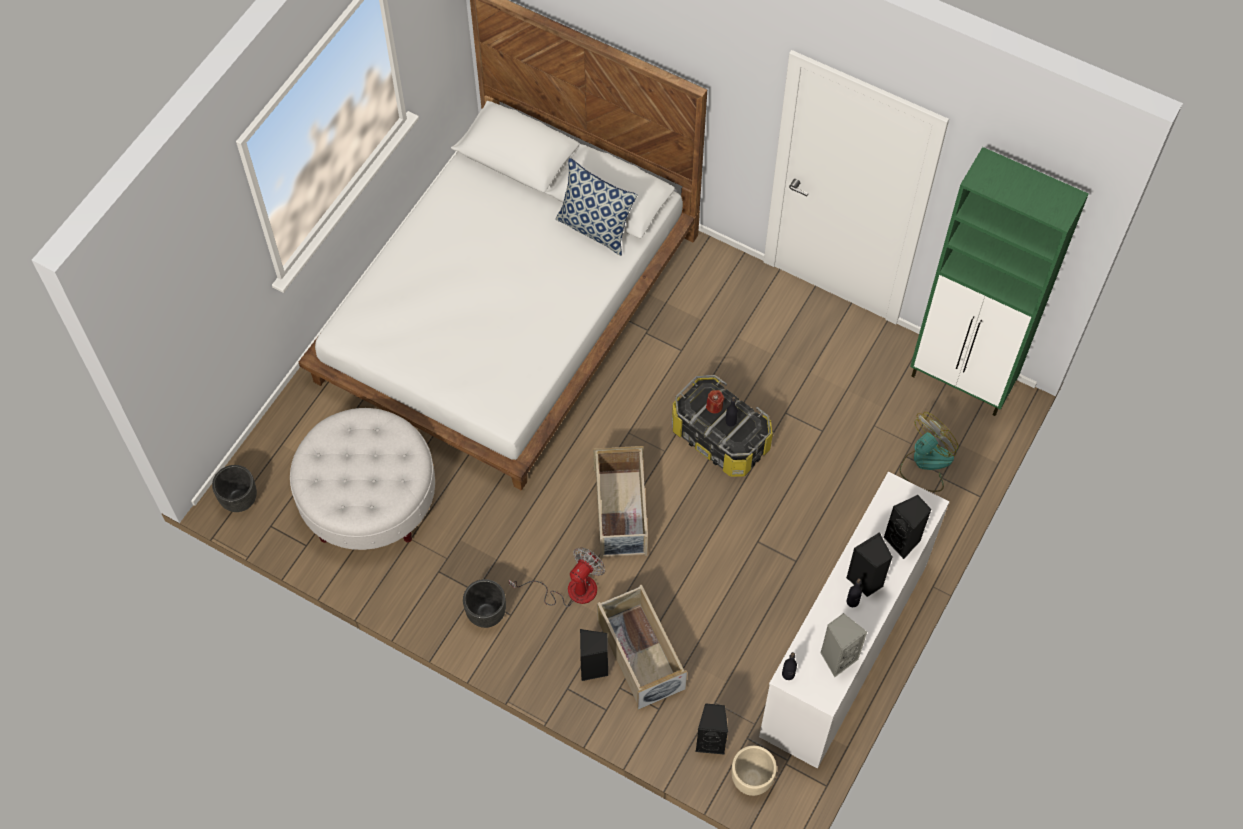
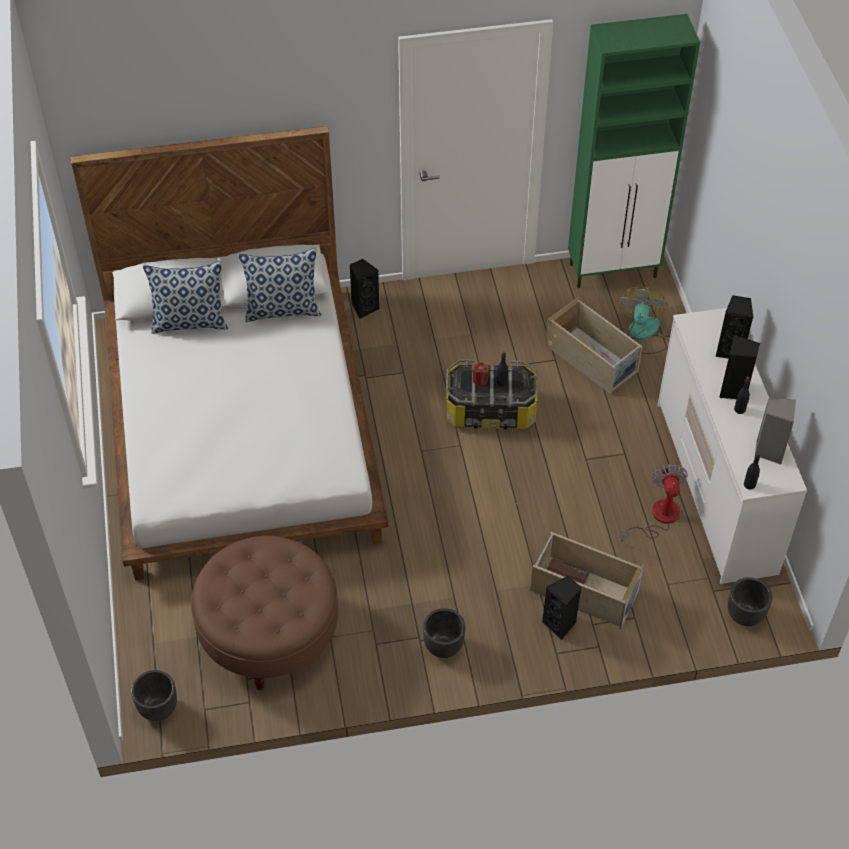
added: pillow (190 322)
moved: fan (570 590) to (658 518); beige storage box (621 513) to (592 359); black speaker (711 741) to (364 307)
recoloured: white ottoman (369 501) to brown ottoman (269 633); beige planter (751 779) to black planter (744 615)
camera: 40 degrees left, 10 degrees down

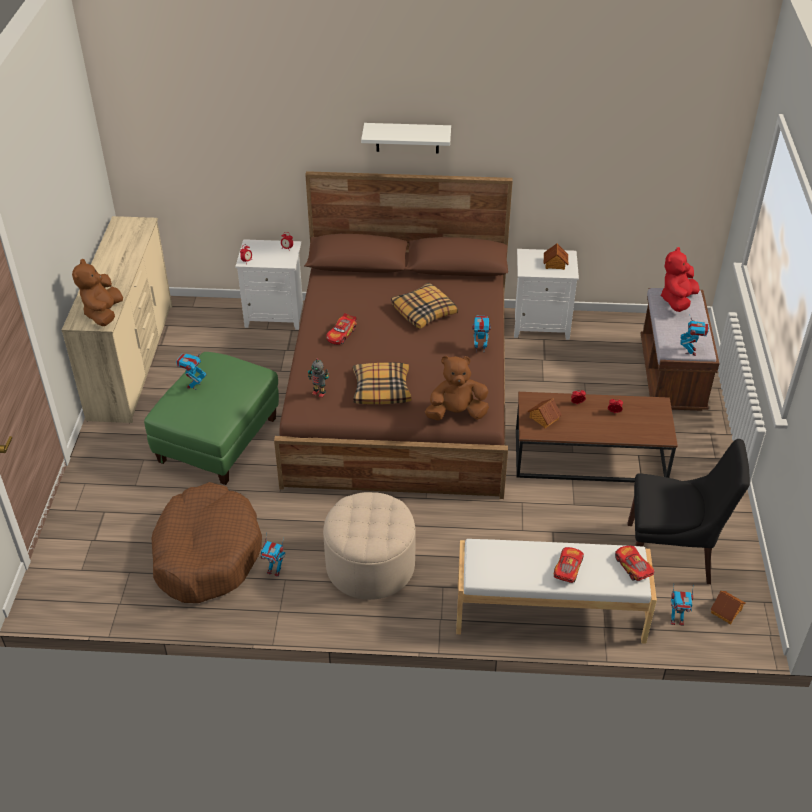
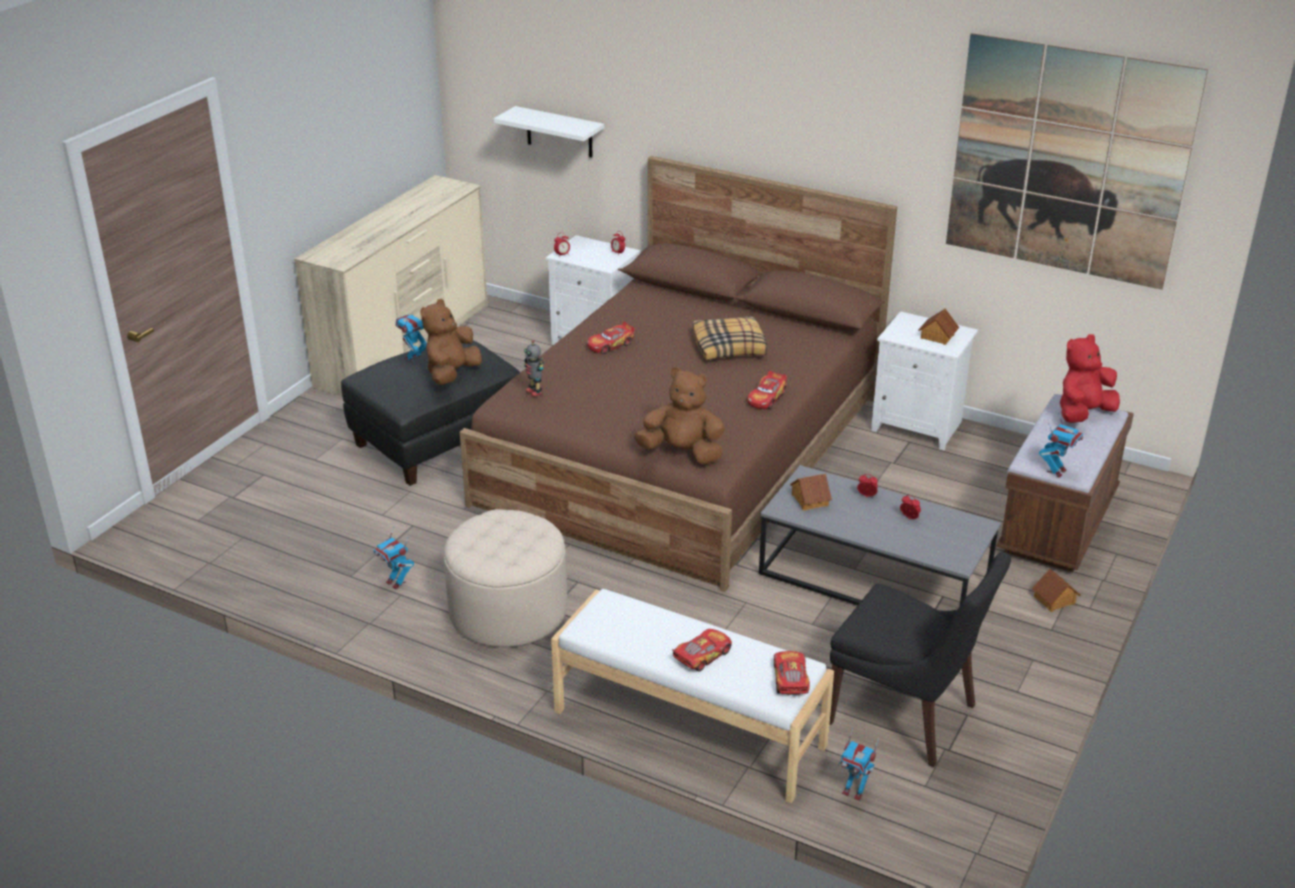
removed: brown dog bed (206 553); pillow (381 389)
added: picture (1068 161)
moved: brown plush toy (103 314) to (452 374); white shelf (407 138) to (559 132); toy house (726 611) to (1054 600)
replaced: toy robot (480 349) to toy car (767 398)
recoloured: green ottoman (218 439) to black ottoman (437 441); brown coffee table (589 457) to grey coffee table (873 580)
camera: 25 degrees right, 10 degrees down

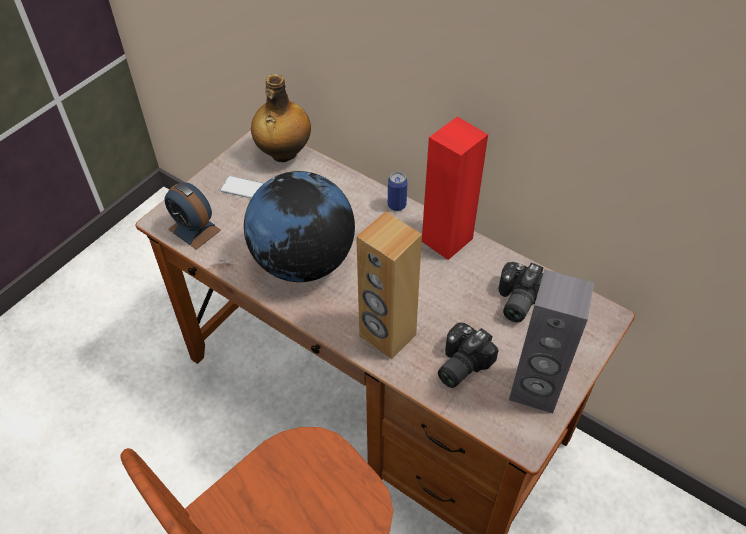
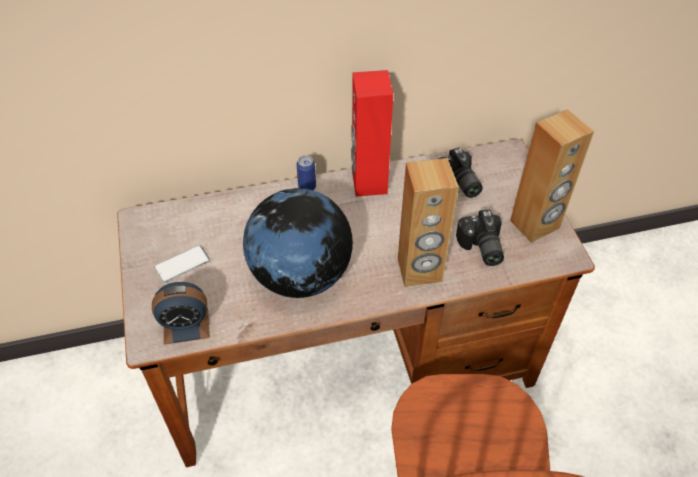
removed: bottle (283 154)
recoloured: grey speaker (534 390) to brown speaker (535 225)
camera: 50 degrees left, 0 degrees up

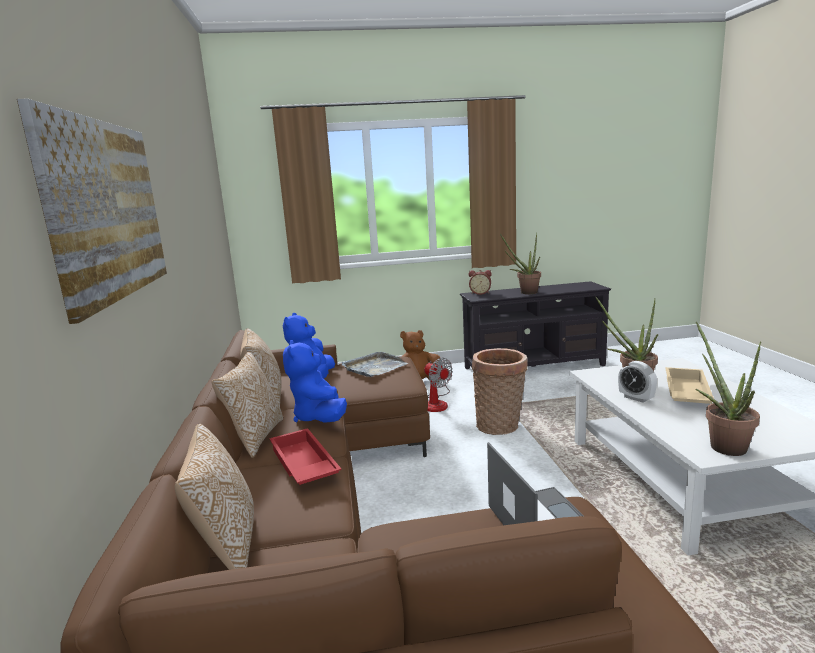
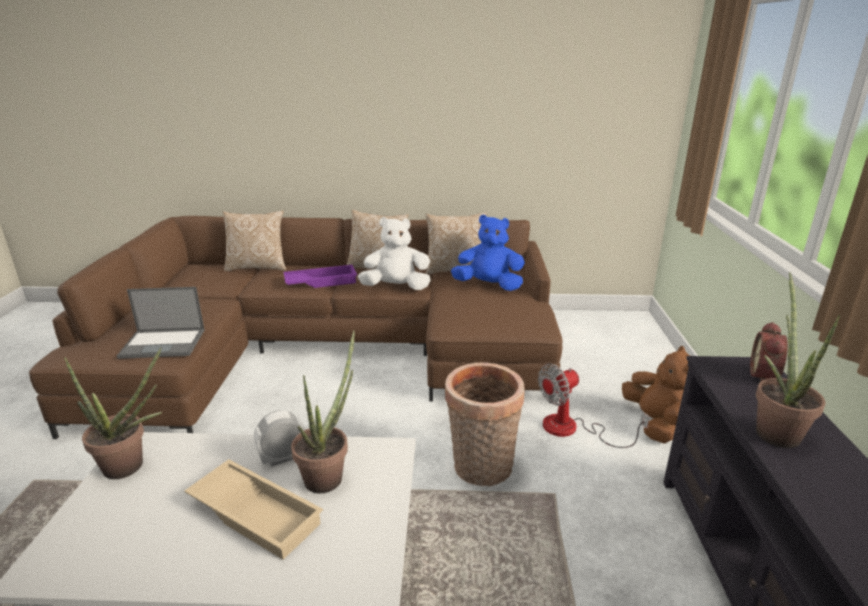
removed: picture (108 210); grey tray (374 367)
recoloured: red tray (302 465) to purple tray (321 281); blue plush toy (319 417) to white plush toy (396 287)
camera: 100 degrees right, 10 degrees up

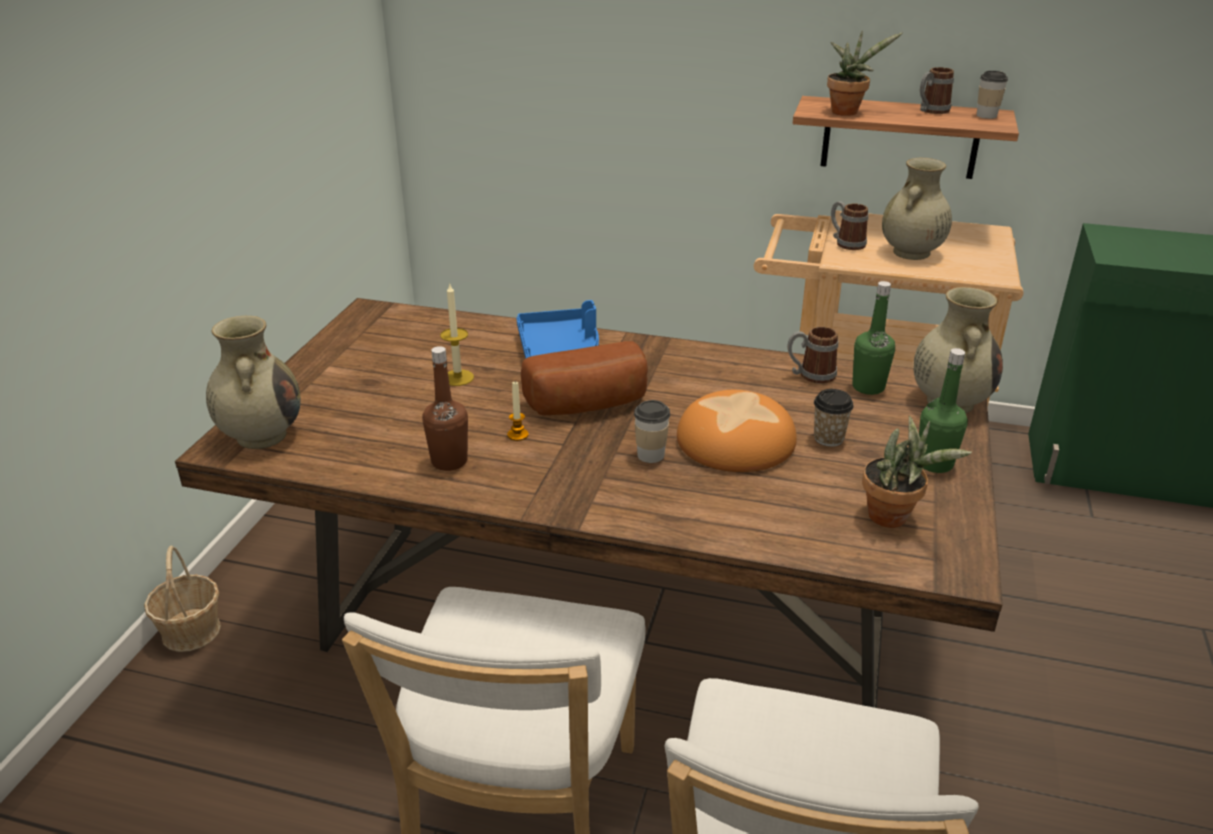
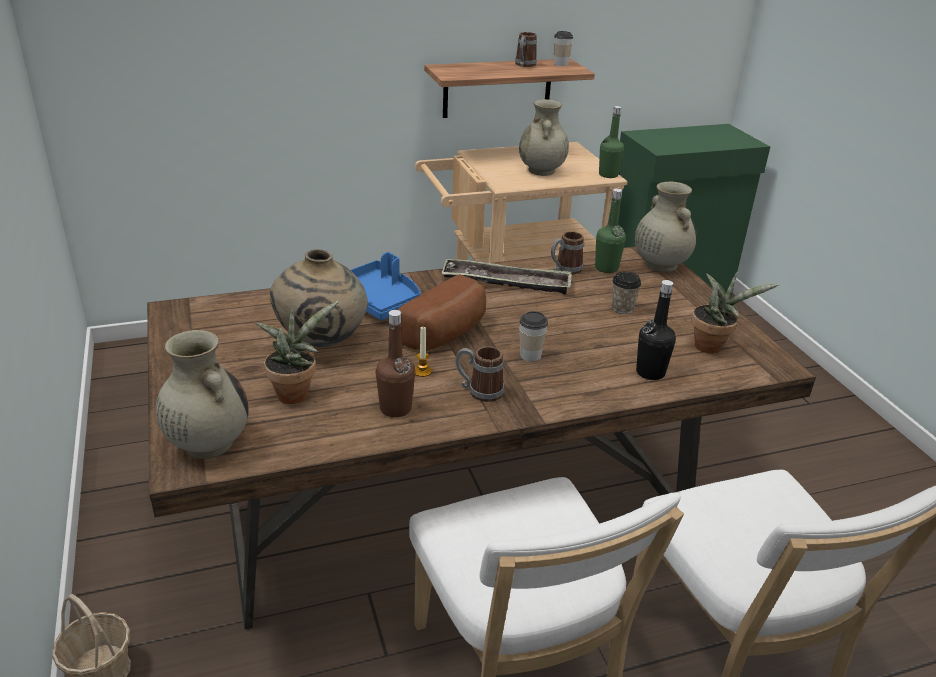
removed: bread (736 441)
added: tray (506 282); black bottle (650 372)
moved: potted plant (847 111) to (295 392); mug (846 243) to (479 391); green bottle (934 463) to (608 175)
replaced: candle (458 378) to beige vase (322 343)
camera: 35 degrees left, 0 degrees up

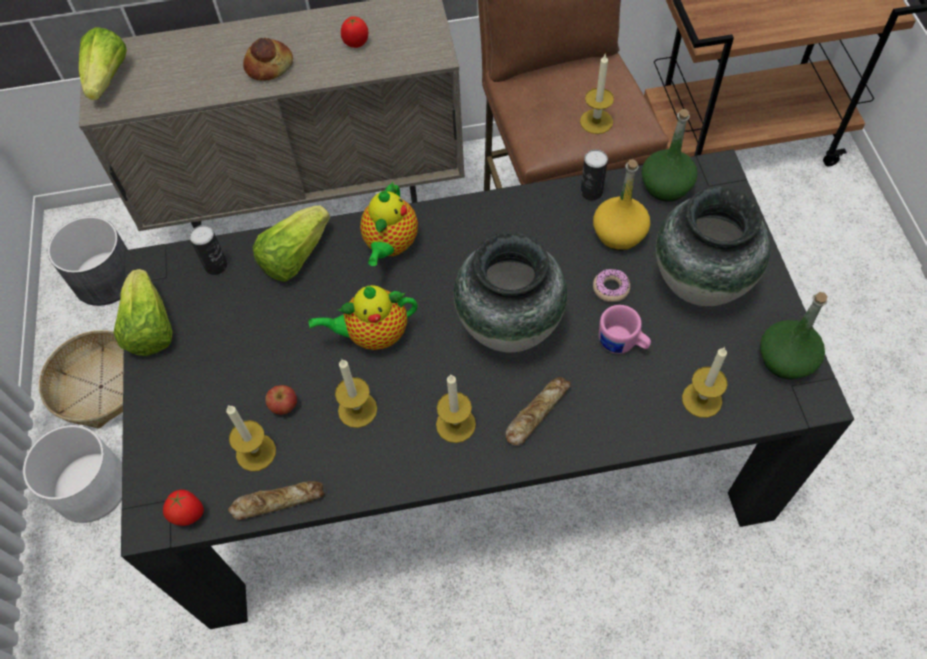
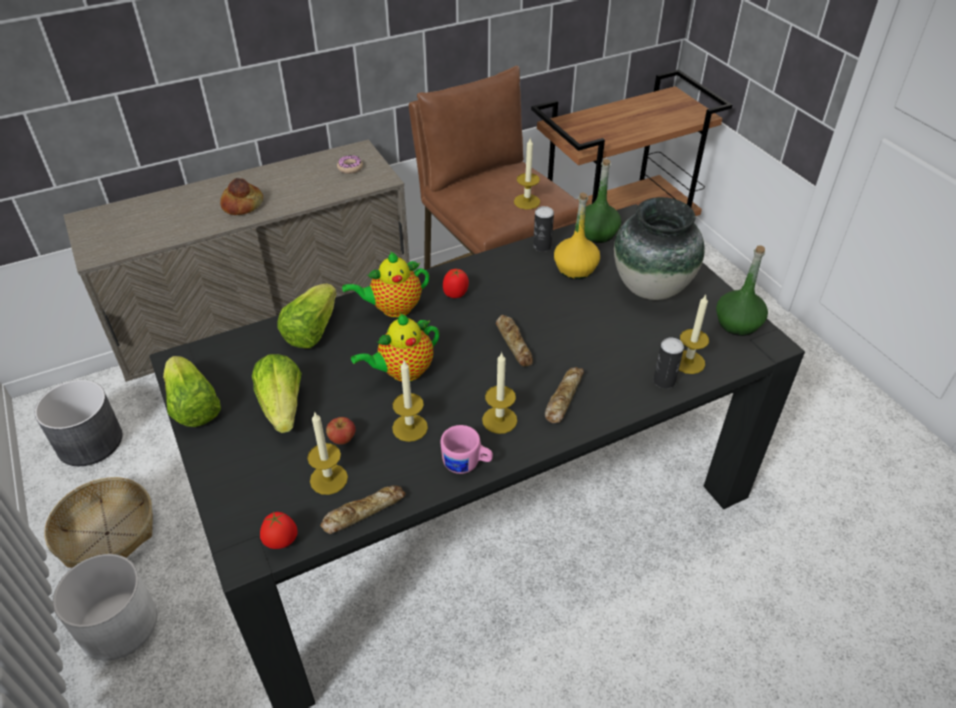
moved: lettuce (108 78) to (282 407); can (216 266) to (664 381); tomato (356 43) to (456 294); donut (611 288) to (350 168); pink mug (622 344) to (467 464)
replaced: vase (508 325) to bread (514 343)
turned: teapot (390 246) = (393 308) 75 degrees clockwise
camera: 20 degrees left, 15 degrees down

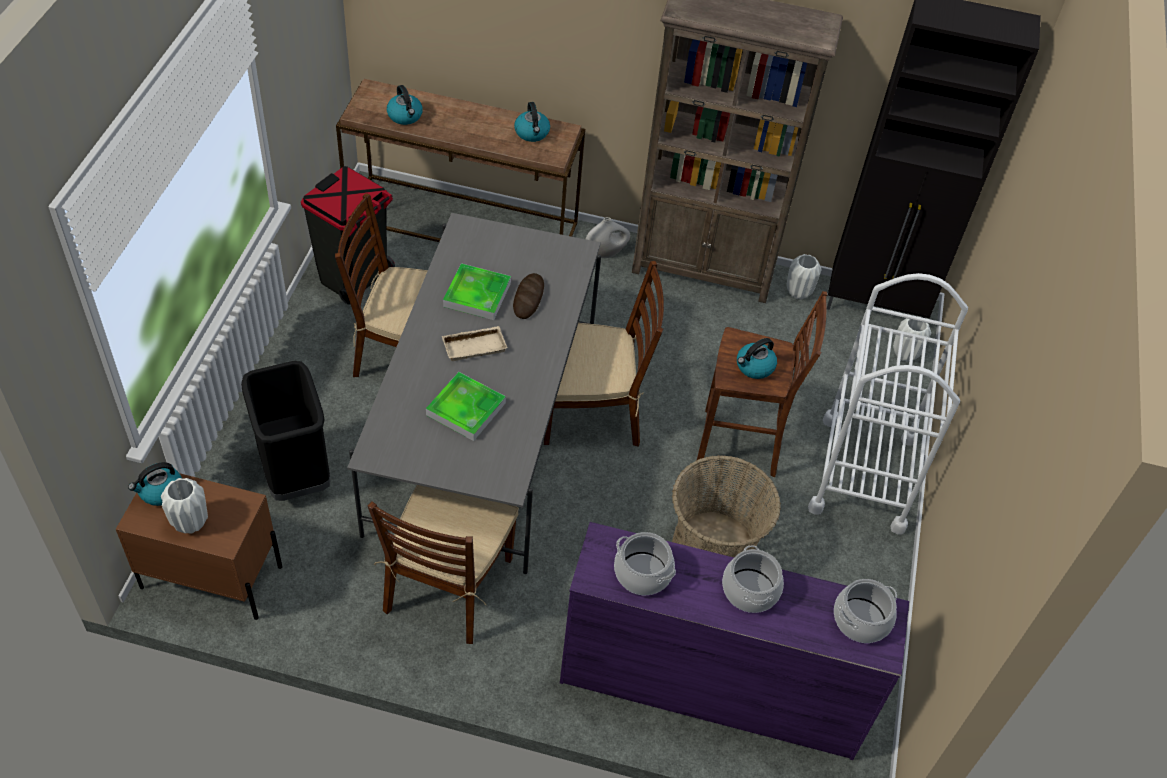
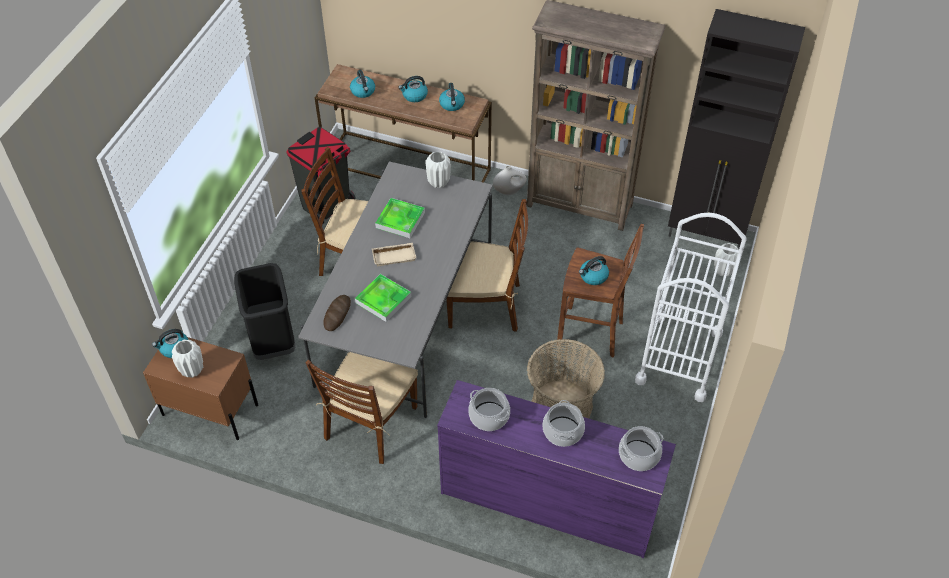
added: kettle (414 96)
moved: bread (528 298) to (337 314); white vase (798 293) to (438 183)
camera: 10 degrees right, 0 degrees up

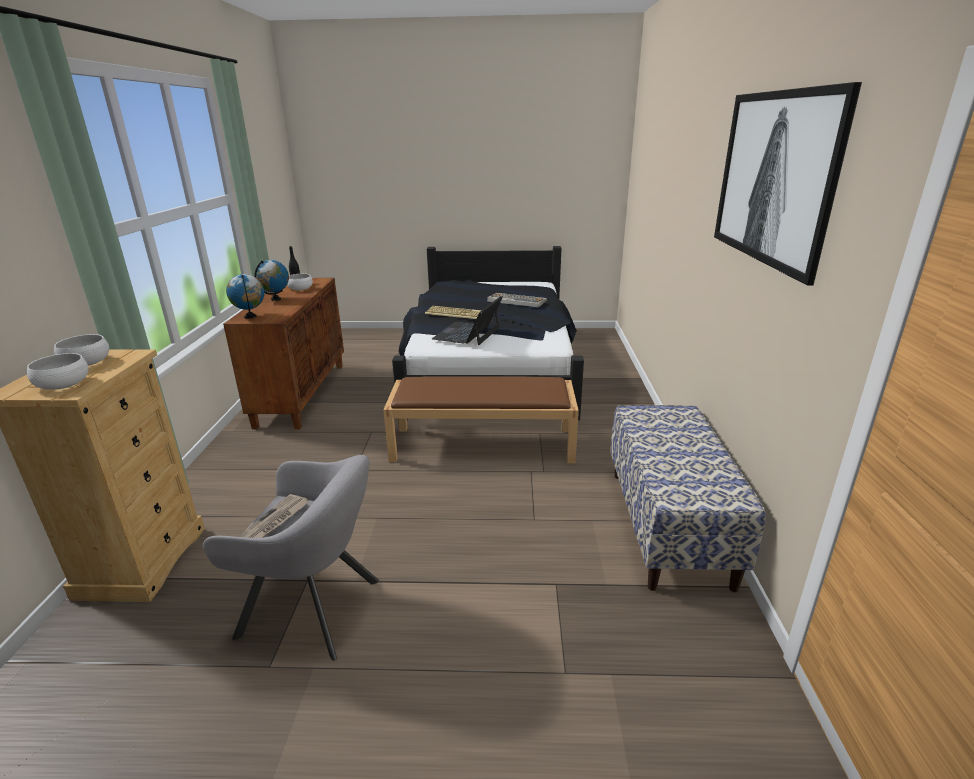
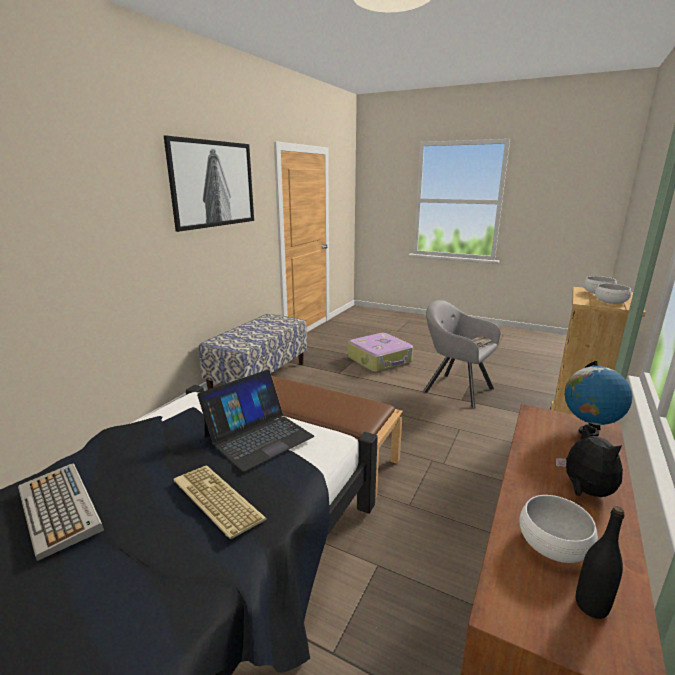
added: suitcase (380 360)
replaced: globe (276 299) to plush toy (585 491)
camera: 155 degrees left, 5 degrees down

